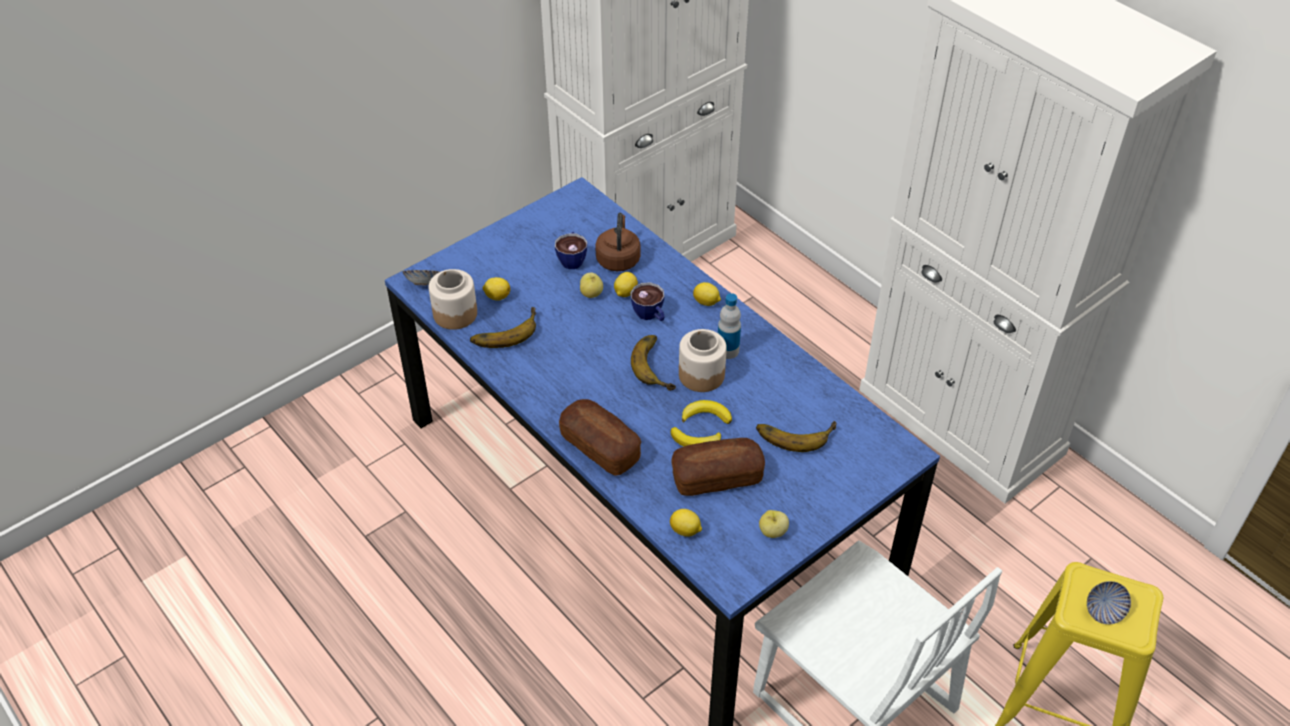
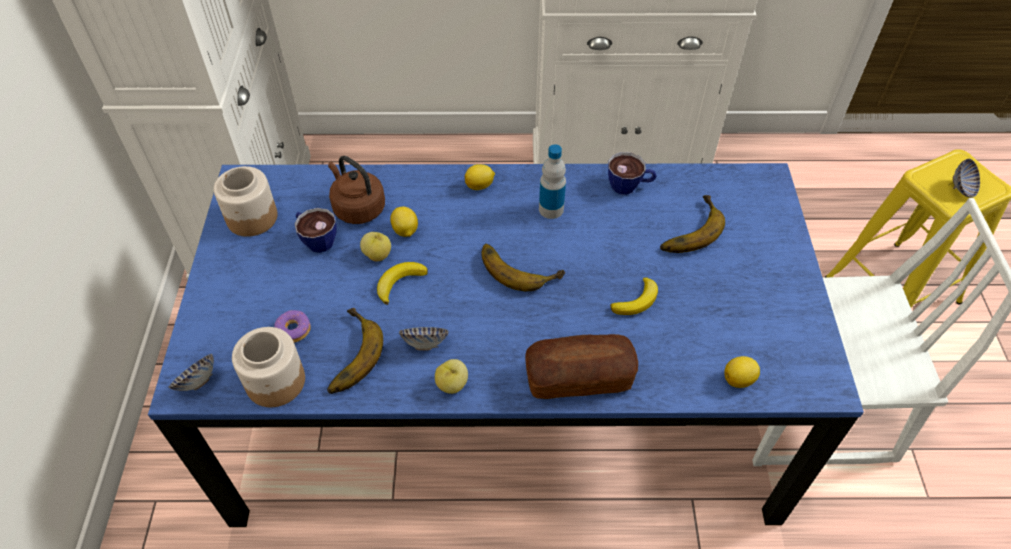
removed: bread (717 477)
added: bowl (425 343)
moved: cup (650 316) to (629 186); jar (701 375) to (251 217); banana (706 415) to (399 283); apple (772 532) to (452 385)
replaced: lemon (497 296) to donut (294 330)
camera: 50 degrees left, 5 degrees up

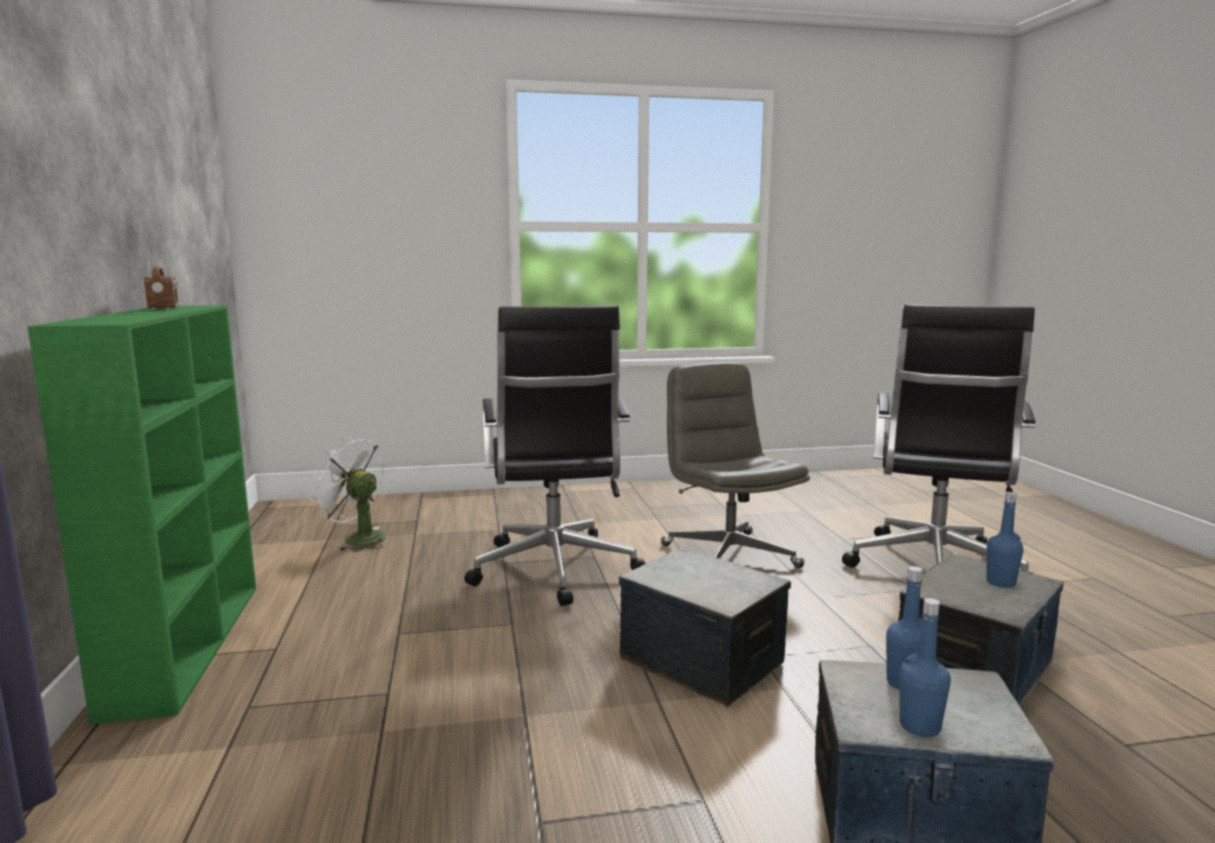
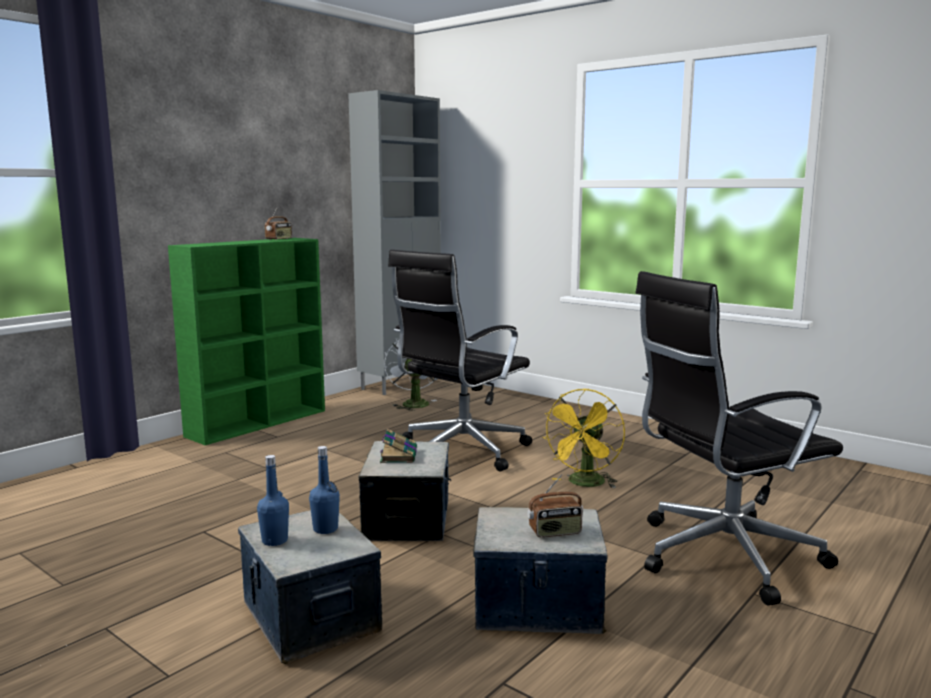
added: grey cabinet (401 384); book (398 455)
replaced: grey office chair (728 555) to yellow fan (585 484); blue bottle (1000 583) to radio (555 532)
camera: 50 degrees right, 0 degrees up

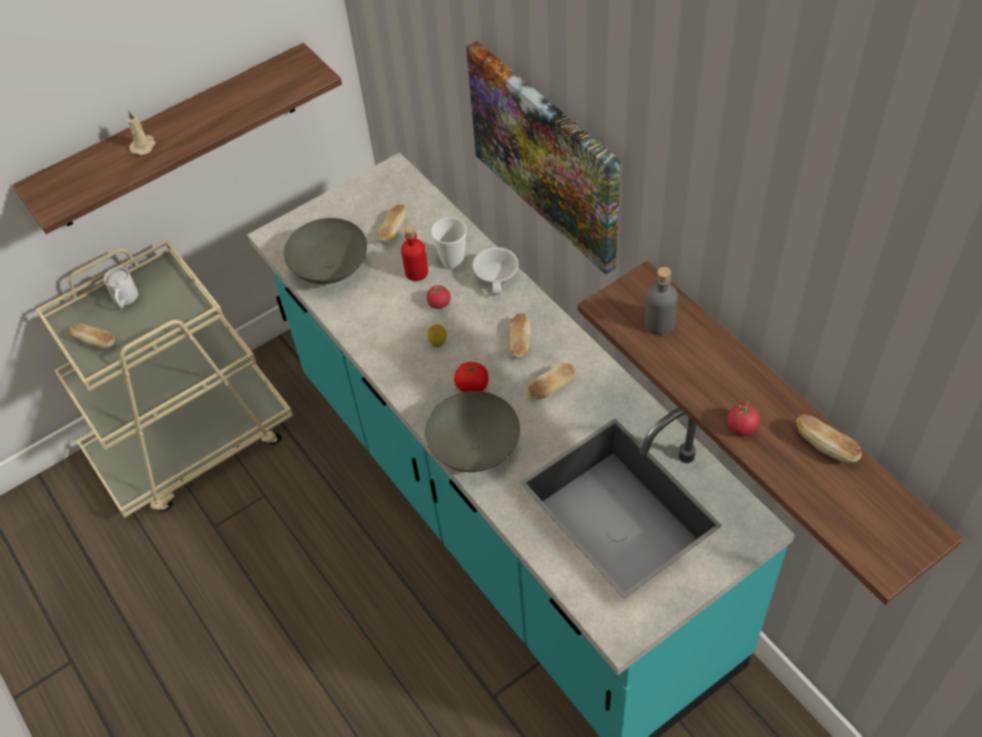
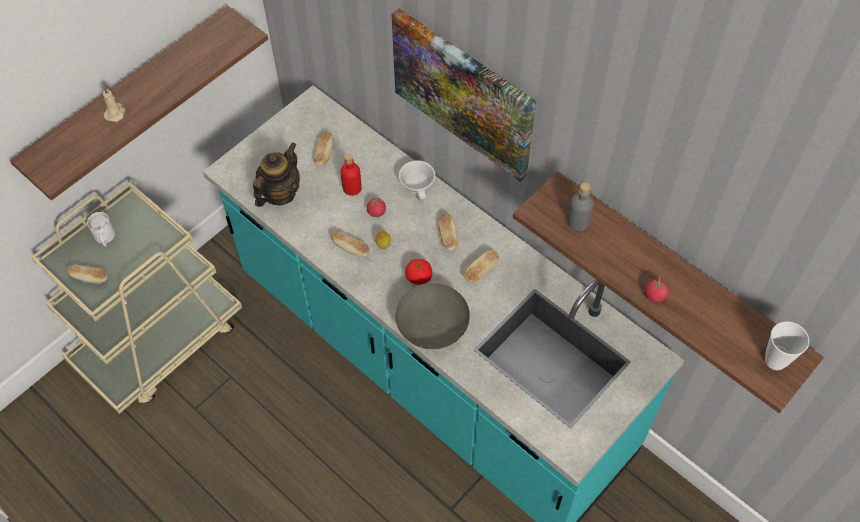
moved: cup (452 262) to (775 360); bread (825 446) to (350 248)
replaced: grey bowl (329 269) to teapot (279 193)
camera: 15 degrees left, 5 degrees up

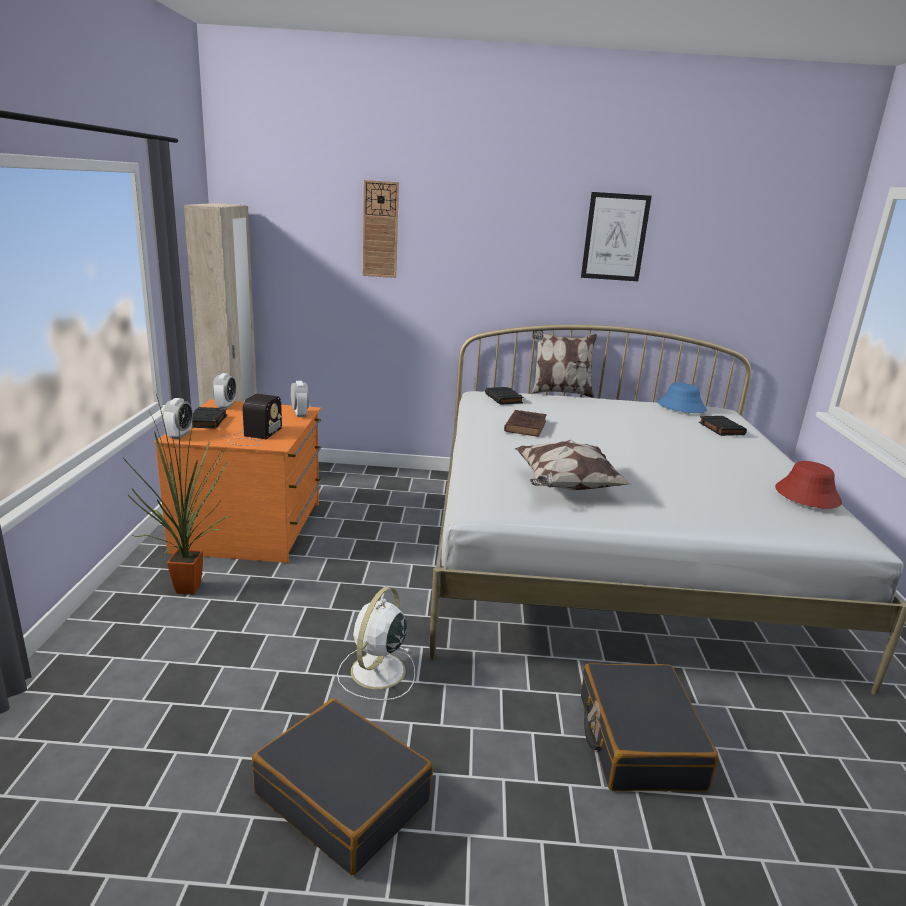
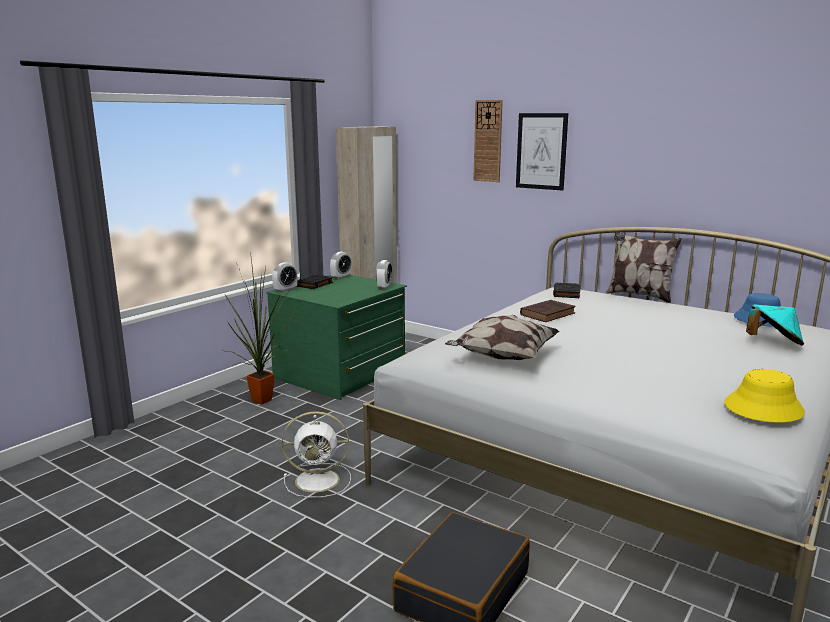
removed: radio (254 436); black suitcase (343 797)
moved: picture (615 237) to (541 151)
replaced: black book (720 428) to turquoise hat (773 342)
recoloured: orange dresser (251 527) to green dresser (341 373); red hat (807 495) to yellow hat (763 408)
turned: white fan (377 672) = (319 480) 150 degrees counterclockwise
camera: 35 degrees right, 5 degrees down

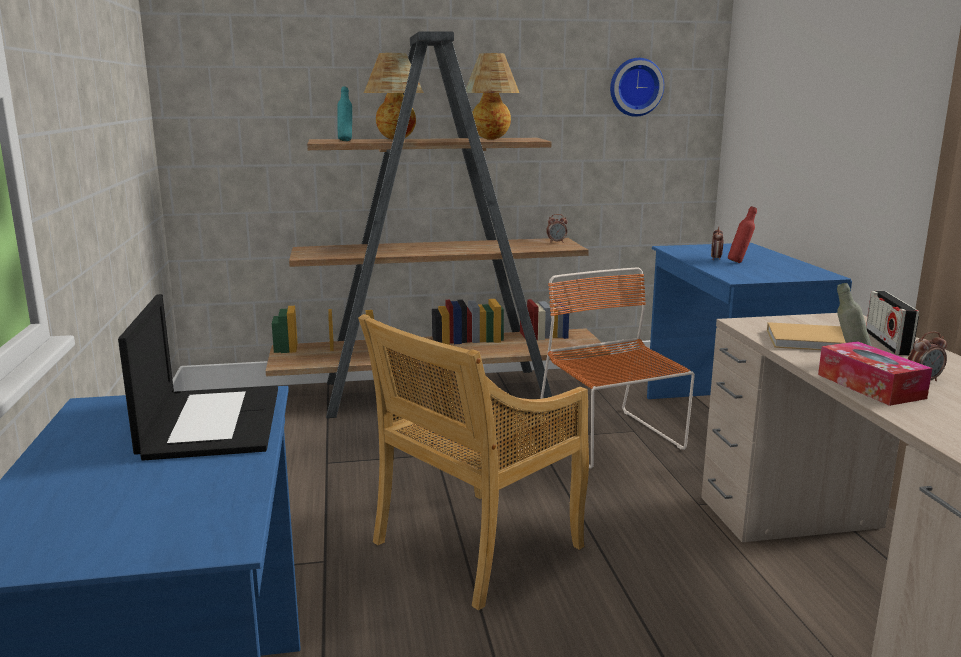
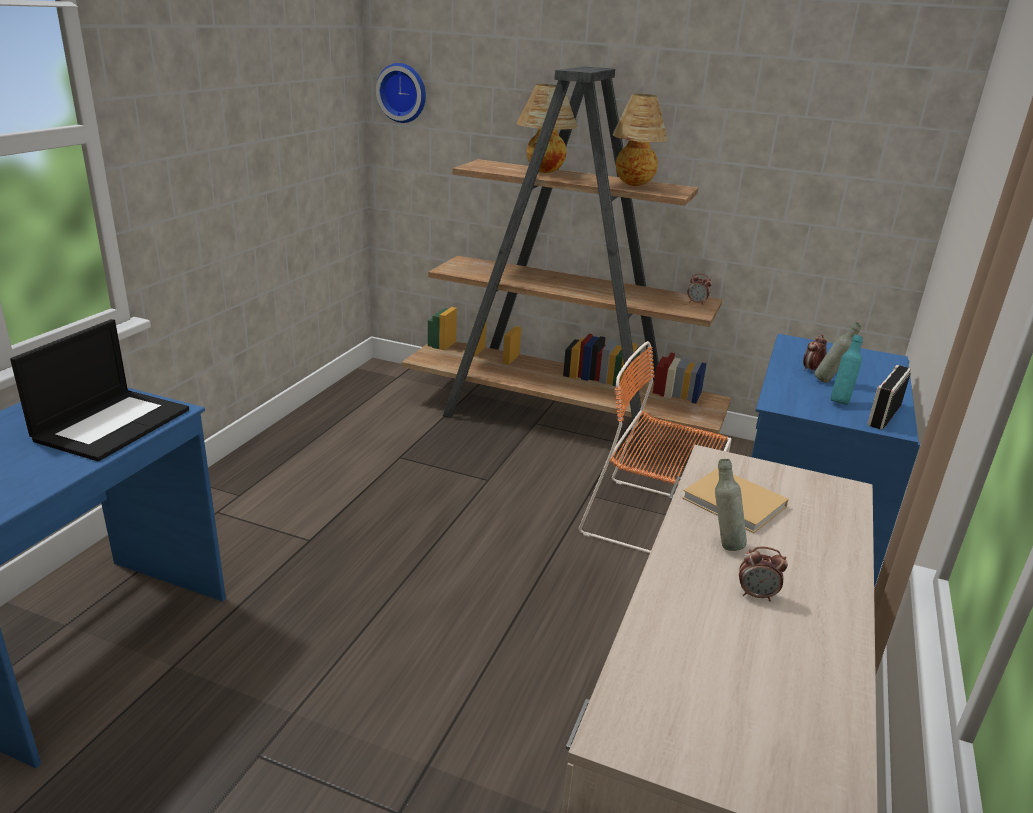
removed: beige chair (475 547); tissue box (870 386)
moved: turquoise bottle (345 141) to (840 401); wall clock (635 87) to (403 93); radio (887 343) to (884 415)
recoloured: red bottle (740 262) to grey bottle (829 382)
turned: orange chair (611 440) = (655 521) 75 degrees counterclockwise
camera: 30 degrees right, 10 degrees up

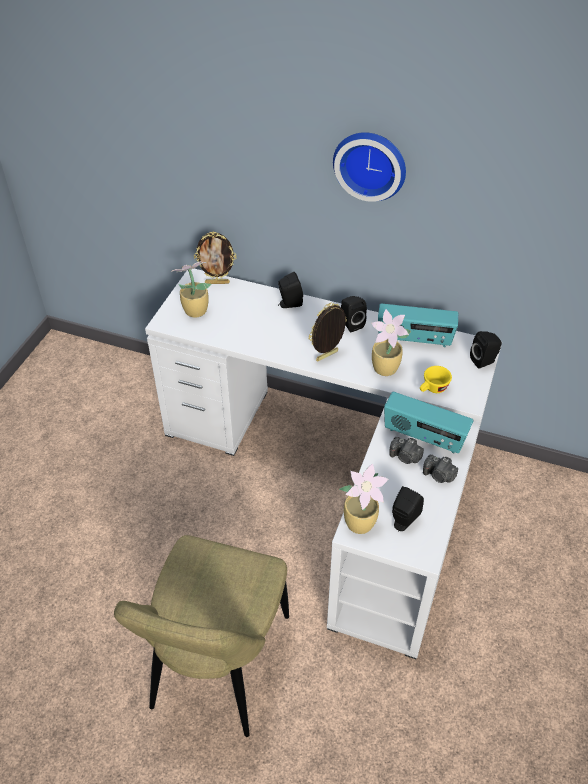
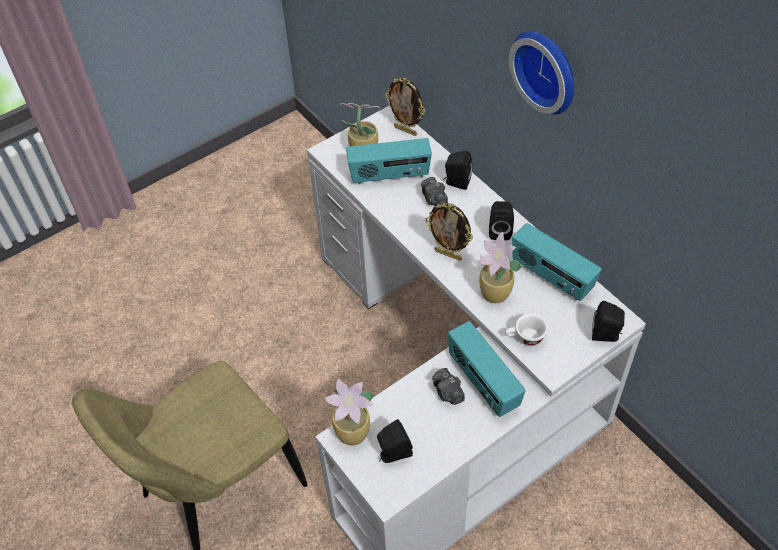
added: radio (389 176)
moved: photo camera (439 475) to (434 199)
recoloured: yellow cup (432 389) to white cup (525 338)
turned: picture frame (327 357) = (448 254) 150 degrees counterclockwise
camera: 35 degrees right, 5 degrees up

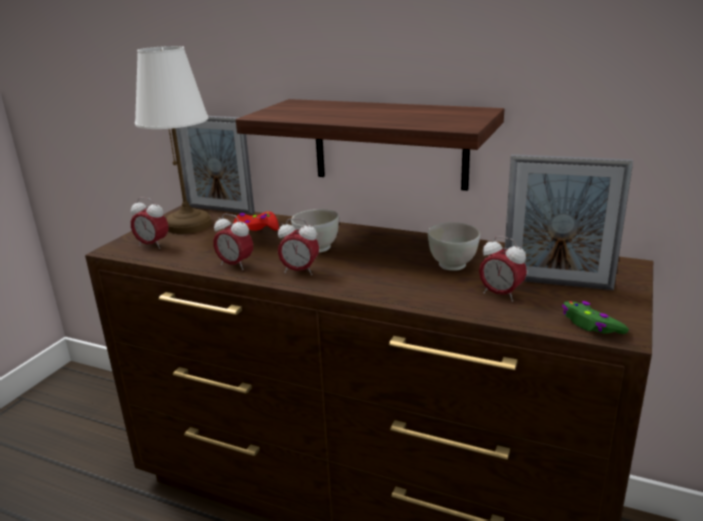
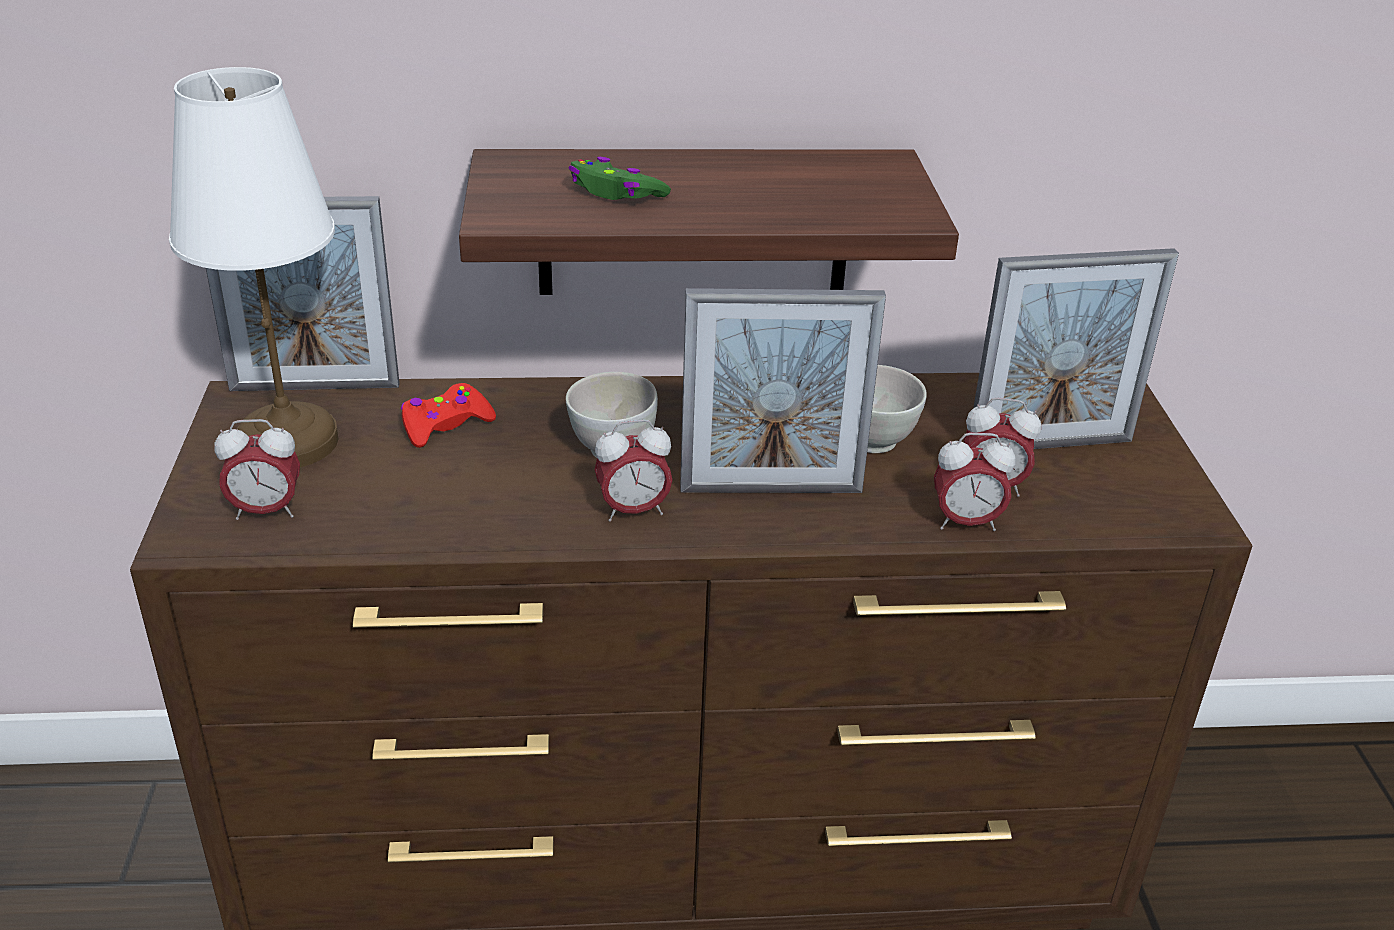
added: picture frame (771 490)
moved: alarm clock (235 265) to (965 523); green game controller (591 325) to (616 193)
camera: 30 degrees left, 10 degrees up

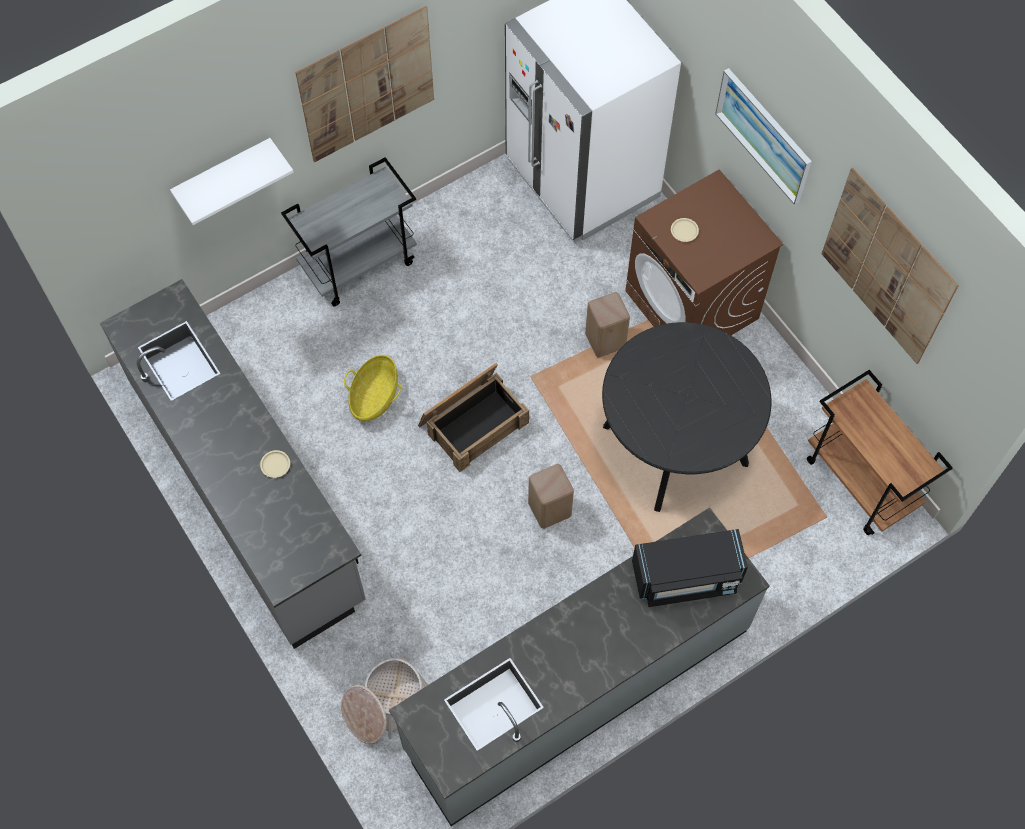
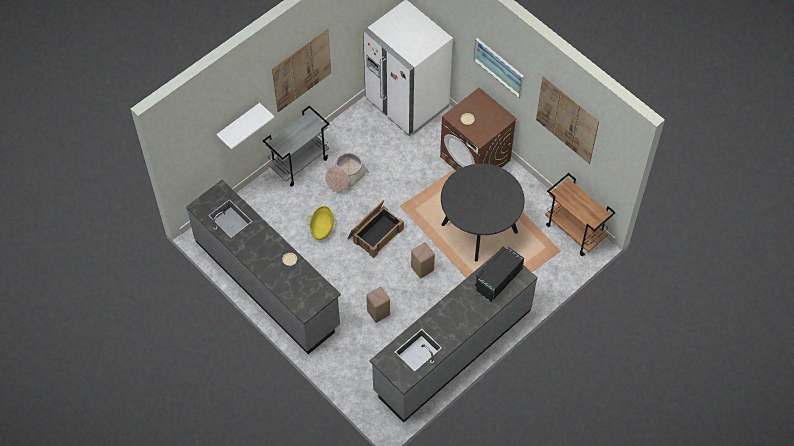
moved: basket (386 703) to (345 177); beige stool (605 339) to (378 312)
turned: black microwave (686 577) = (498 279) 150 degrees clockwise
camera: 10 degrees left, 5 degrees down

